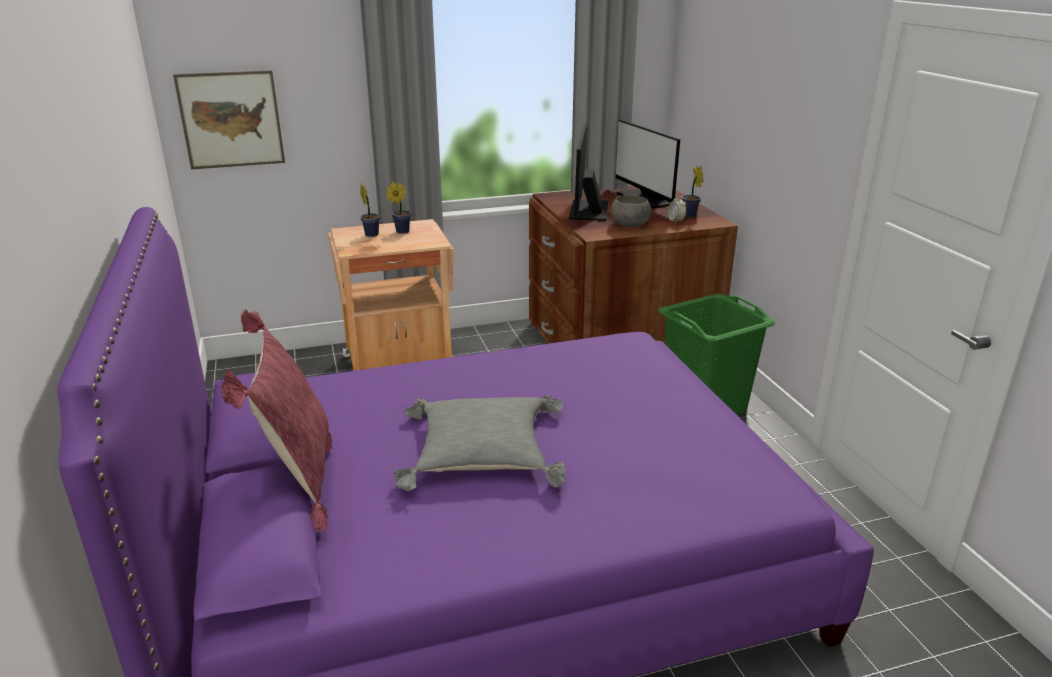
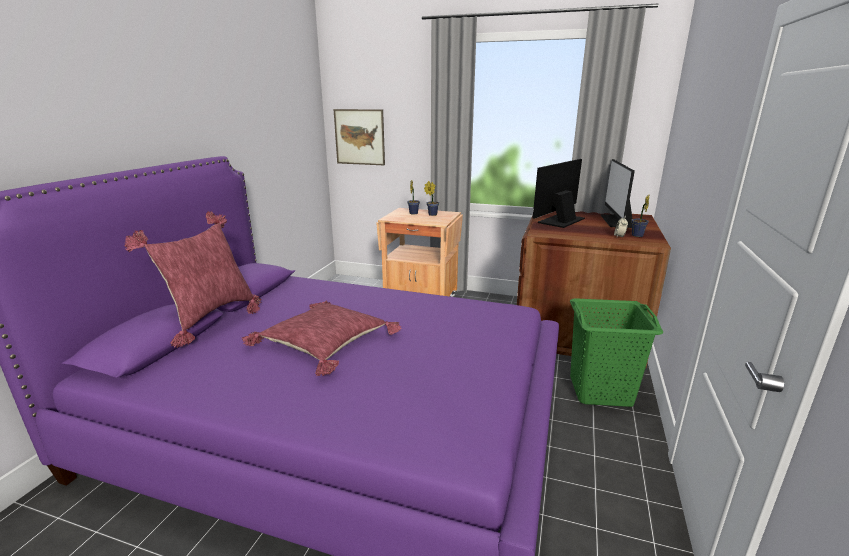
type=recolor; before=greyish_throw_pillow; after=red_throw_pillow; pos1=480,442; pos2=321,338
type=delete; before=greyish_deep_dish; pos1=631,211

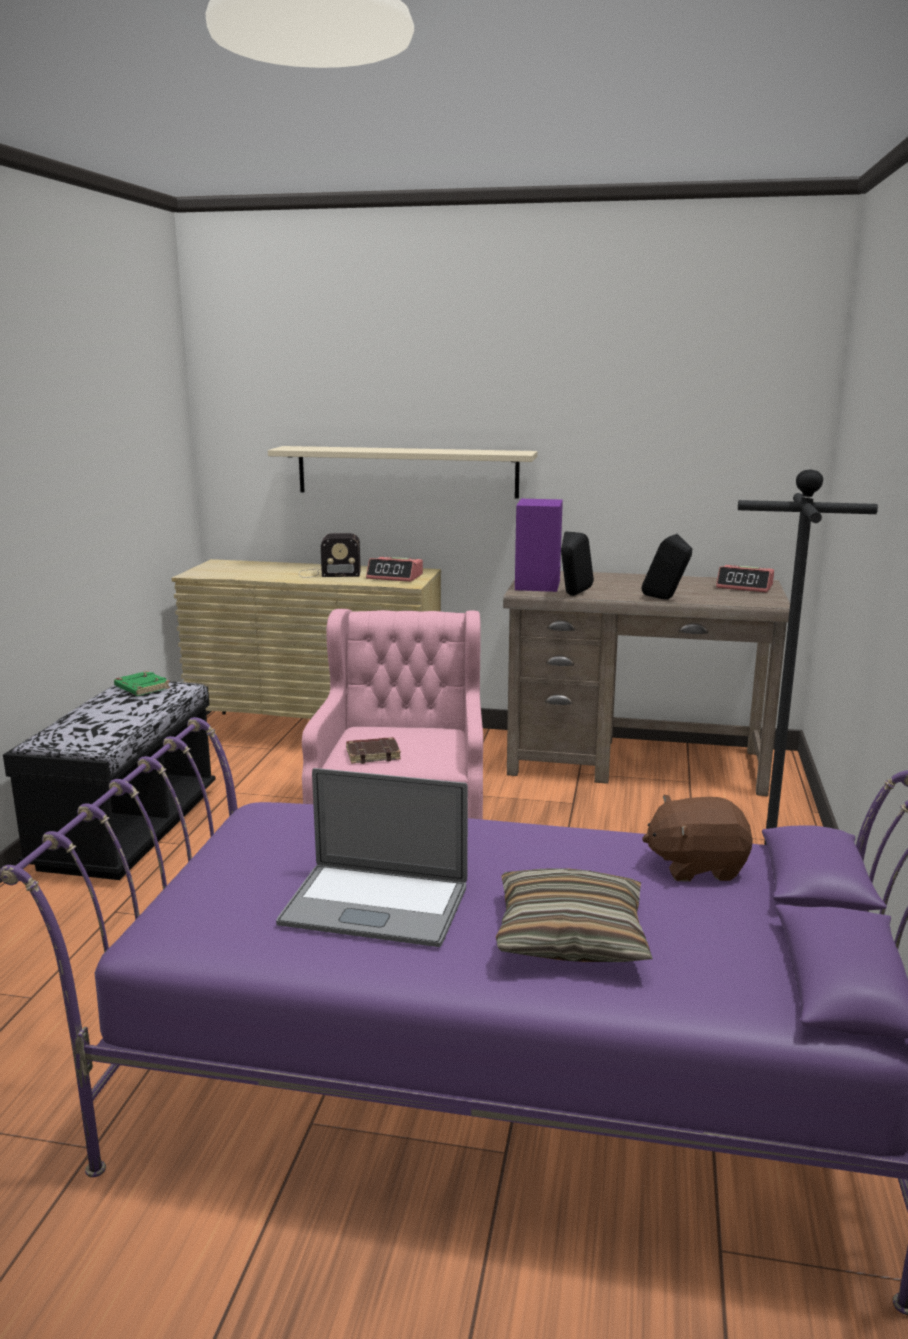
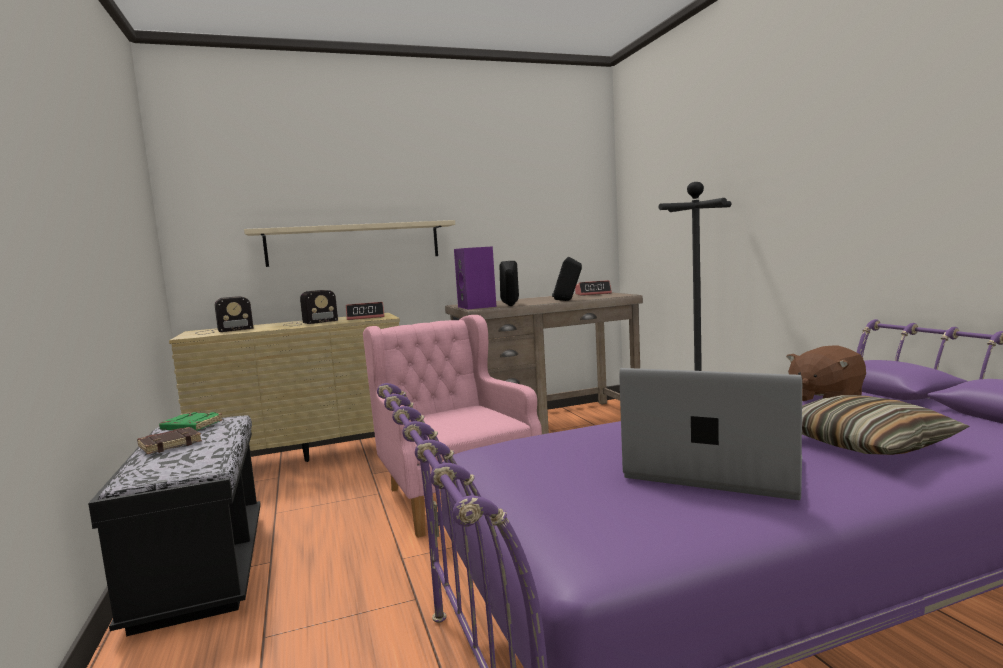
type=move; before=brownish_bound_book; pos1=373,750; pos2=169,440
type=insert; after=radio; pos2=224,315
type=rotate; before=laptop; pos1=372,857; pos2=710,434; turn=-135

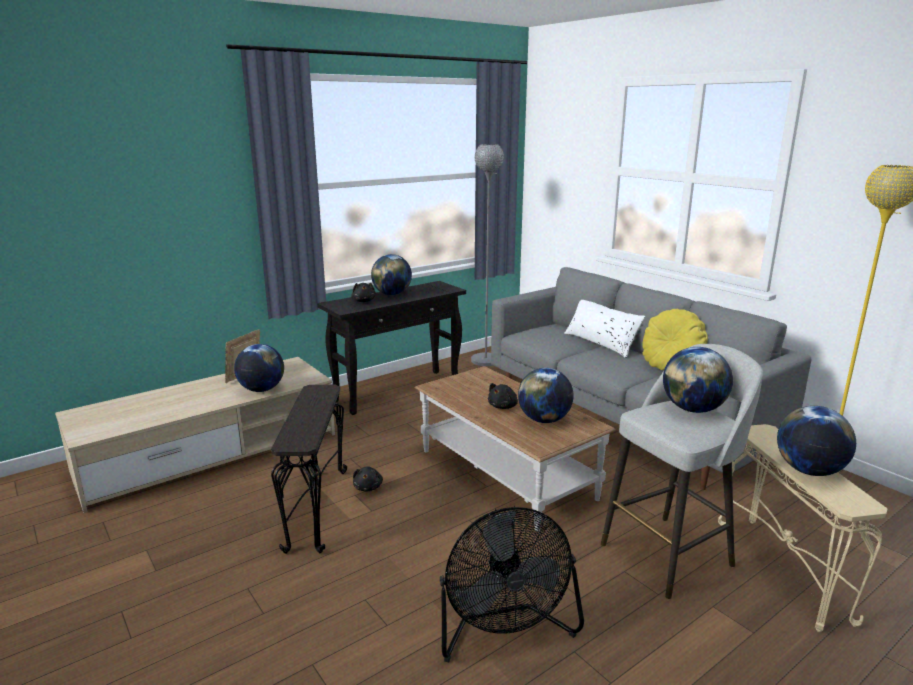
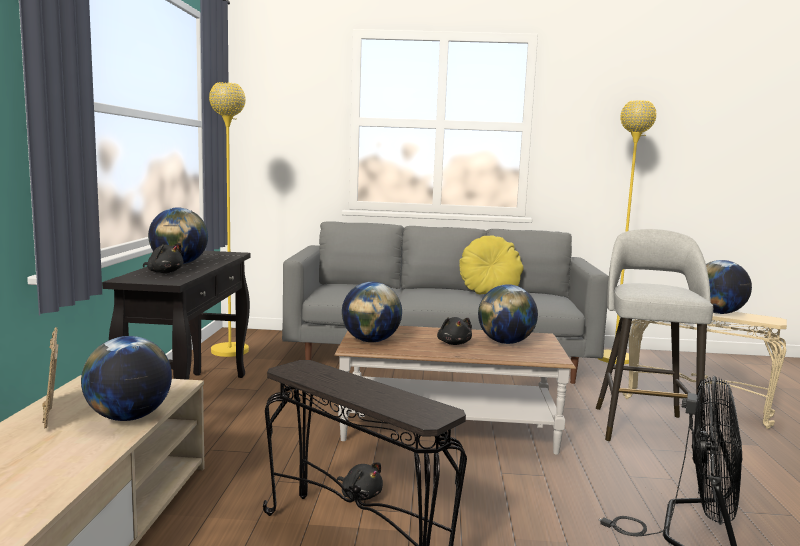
type=recolor; before=greyish_standing_lamp; after=yellow-coloured_standing_lamp; pos1=487,255; pos2=229,219
type=move; before=globe; pos1=698,380; pos2=372,312
type=delete; before=white_throw_pillow; pos1=604,329

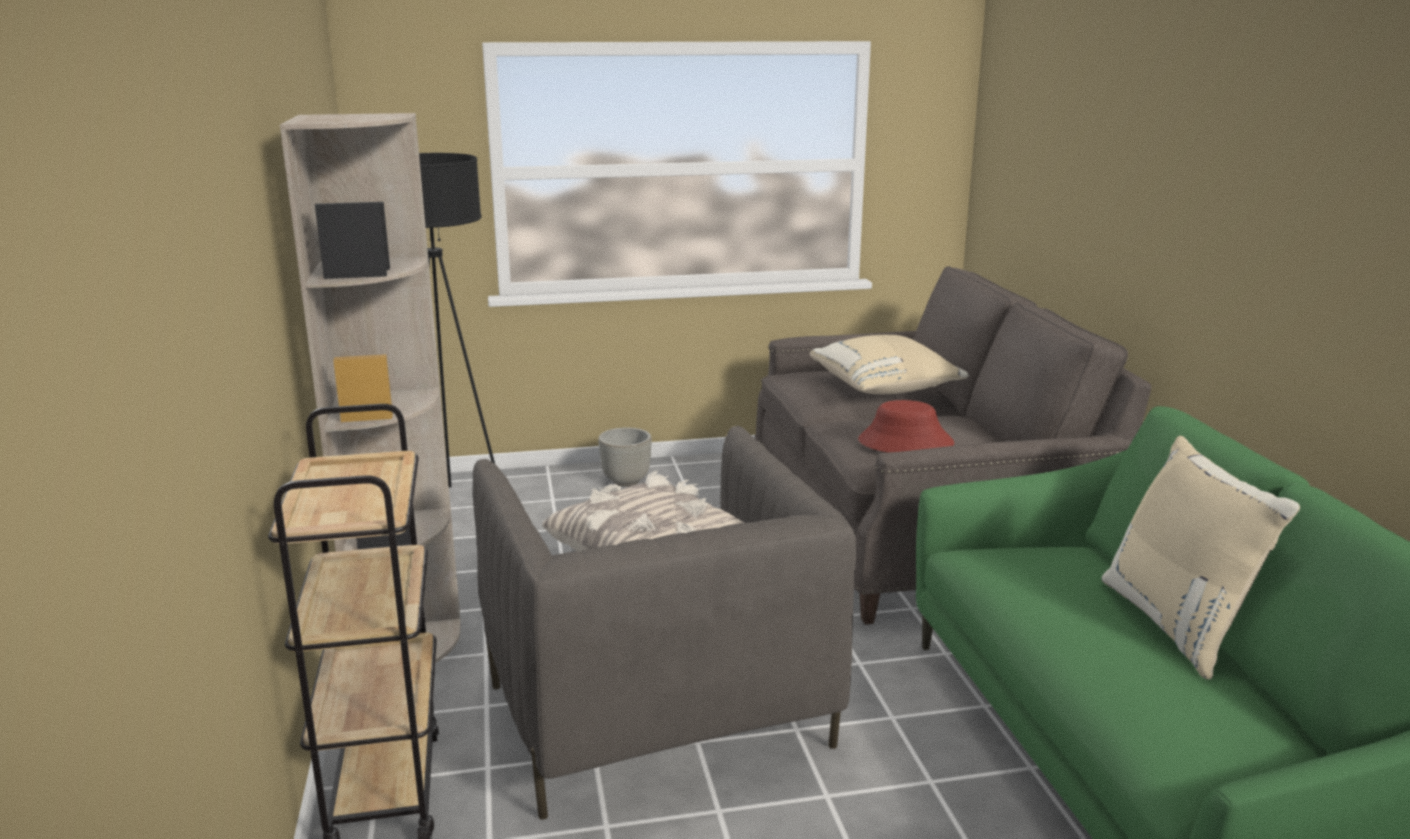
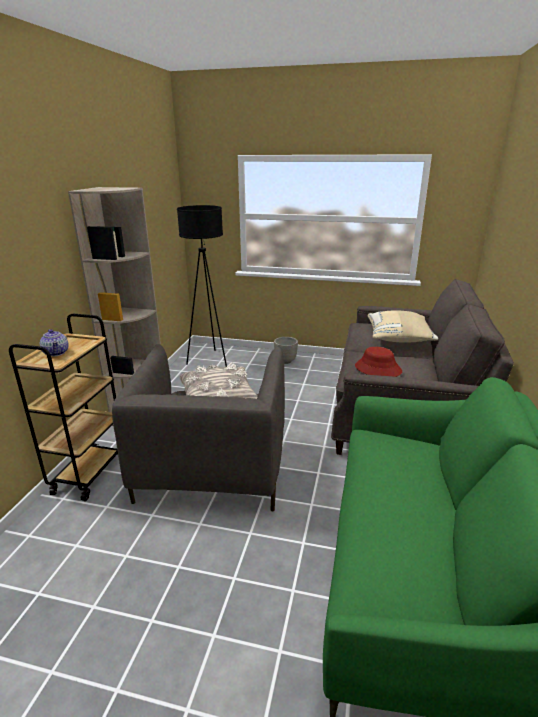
type=insert; after=teapot; pos2=54,343
type=delete; before=beige-coloured_throw_pillow; pos1=1200,558

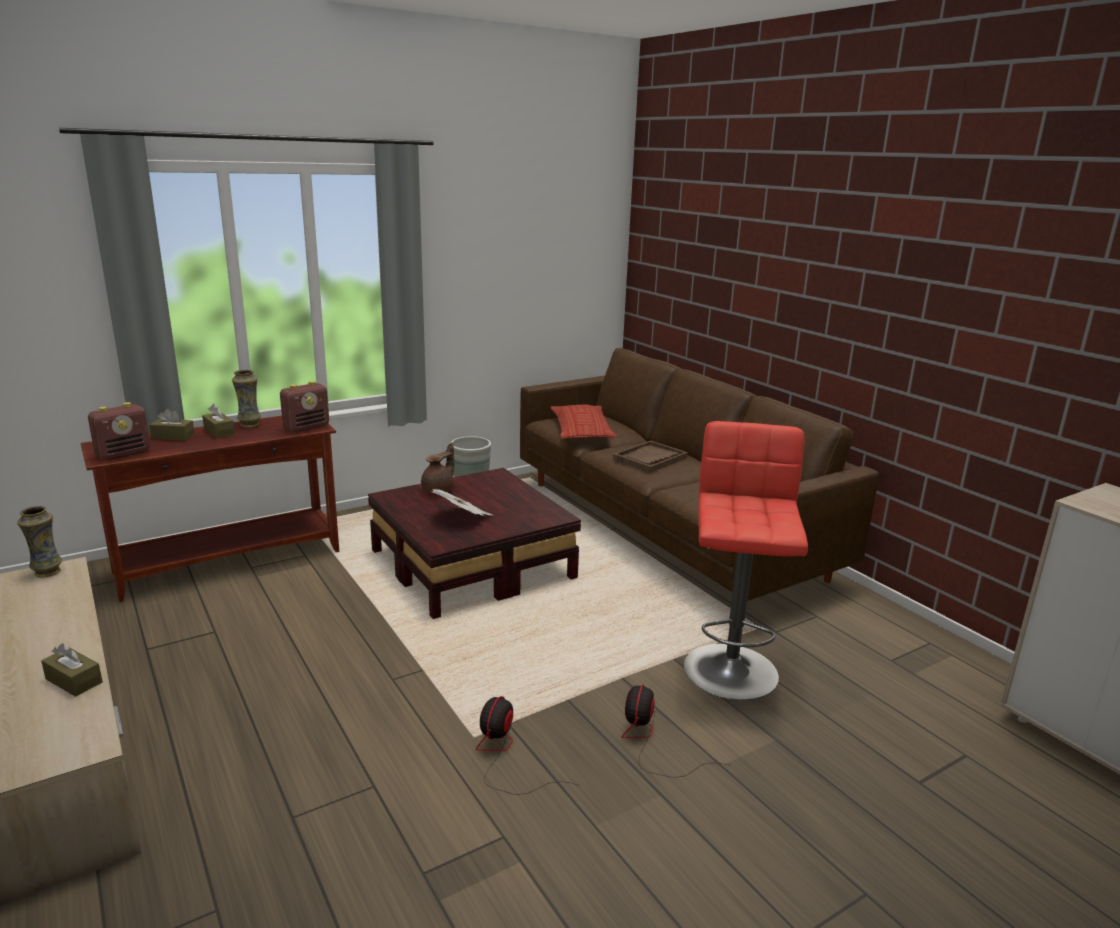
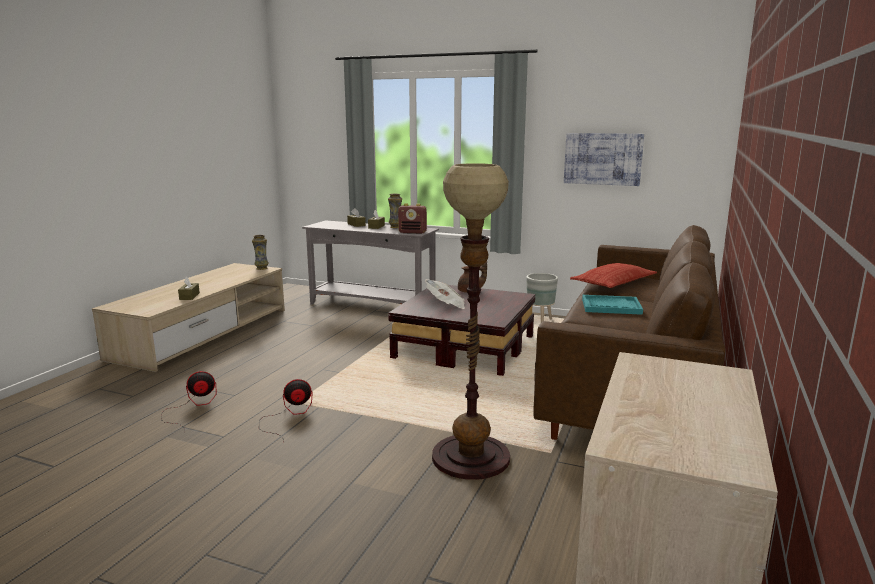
type=move; before=electric_fan; pos1=675,731; pos2=189,401
type=recolor; before=brownish_console_table; after=greyish_console_table; pos1=210,509; pos2=370,262
type=replace; before=red_stool; after=standing_lamp; pos1=746,560; pos2=471,321
type=insert; after=wall_art; pos2=604,159
type=recolor; before=brownish_carrying_tray; after=blue-green_carrying_tray; pos1=650,457; pos2=612,305
type=delete; before=radio; pos1=119,431

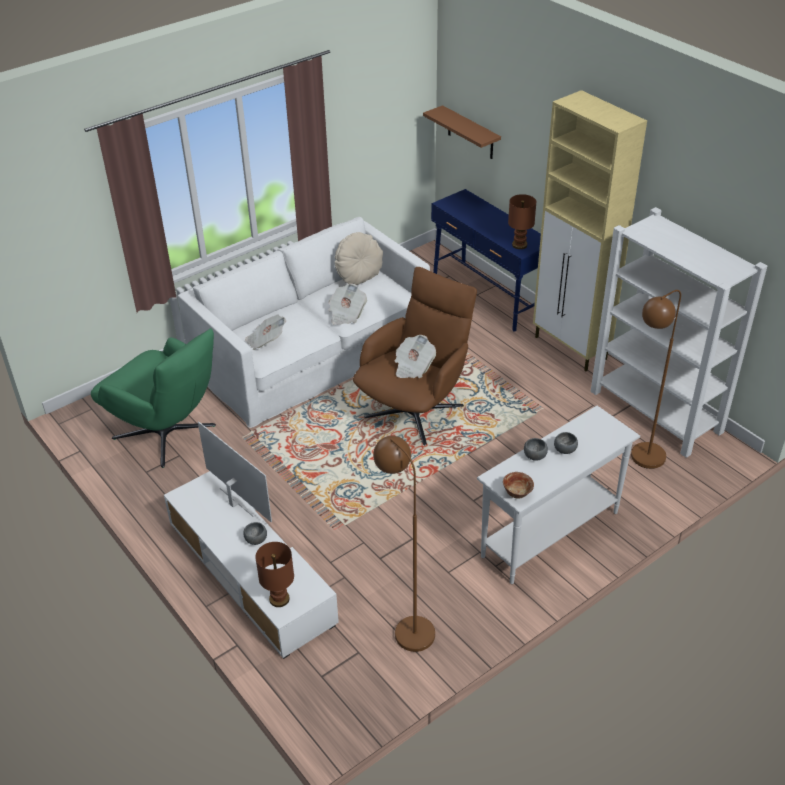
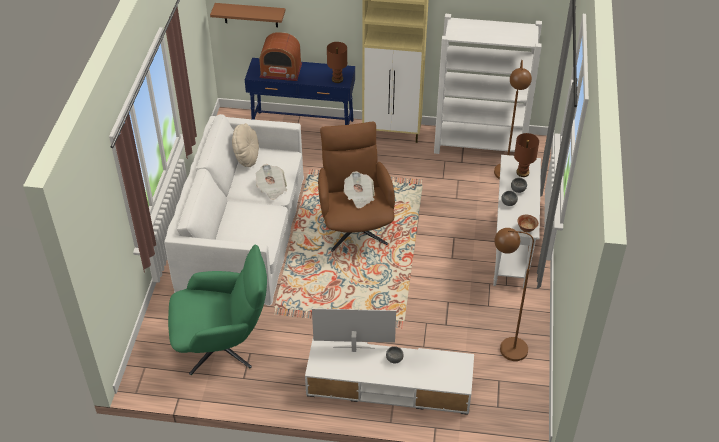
type=insert; after=radio; pos2=280,56
type=move; before=brownish_lamp_for_a_table; pos1=274,574; pos2=526,155
type=delete; before=newspaper; pos1=265,332

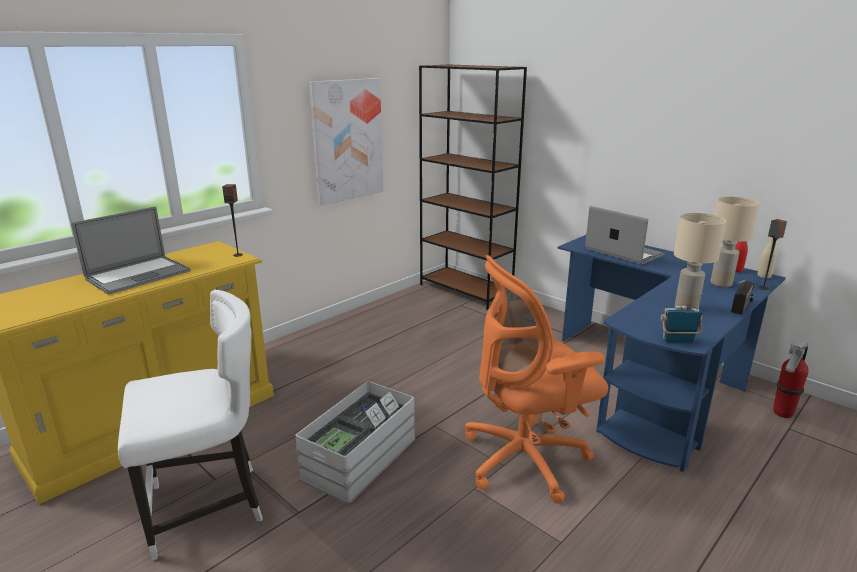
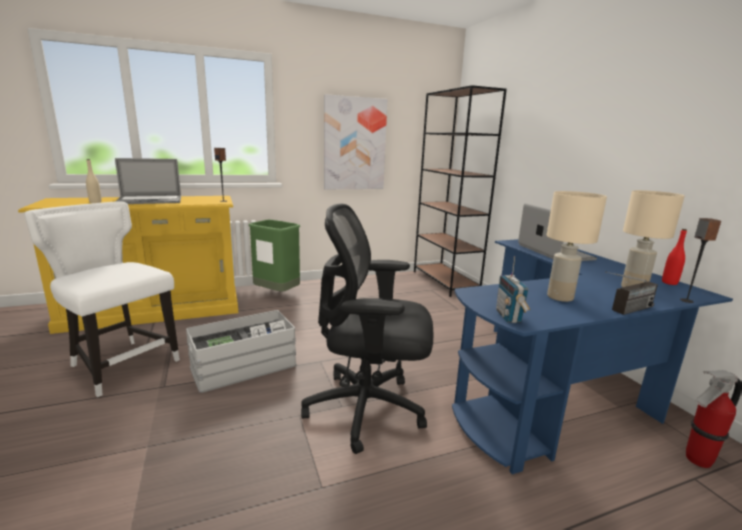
type=rotate; before=white_chair; pos1=190,425; pos2=102,299; turn=-150
type=move; before=beige-coloured_drink_bottle; pos1=767,257; pos2=94,181
type=insert; after=greenish_rubbish_bin; pos2=274,256
type=recolor; before=orangey_office_chair; after=black-coloured_office_chair; pos1=536,379; pos2=367,329
type=rotate; before=radio; pos1=681,318; pos2=513,289; turn=-120

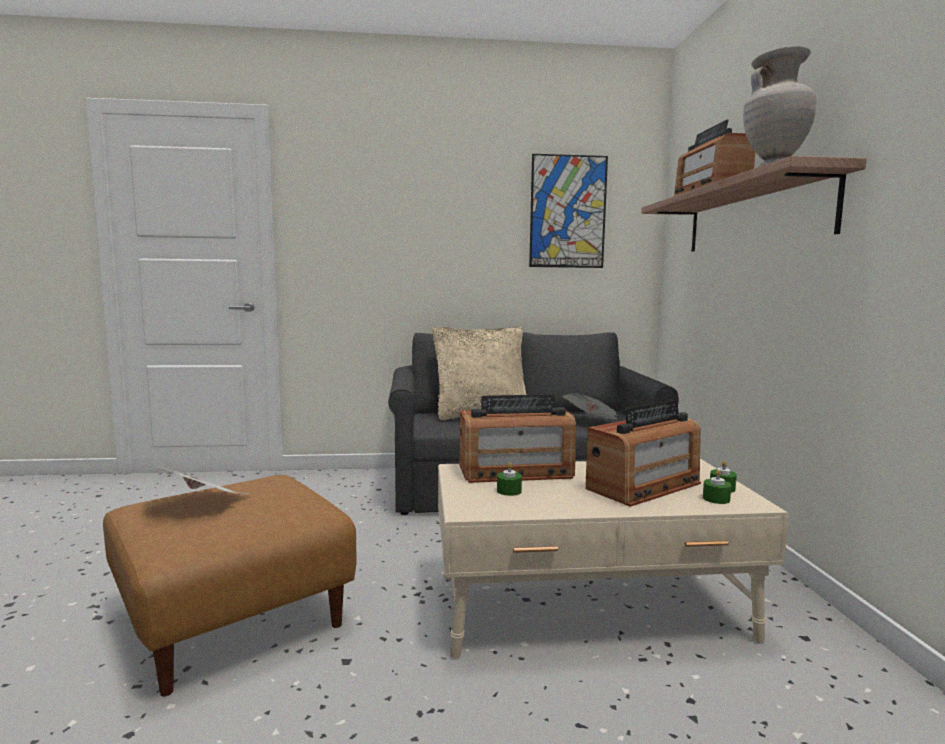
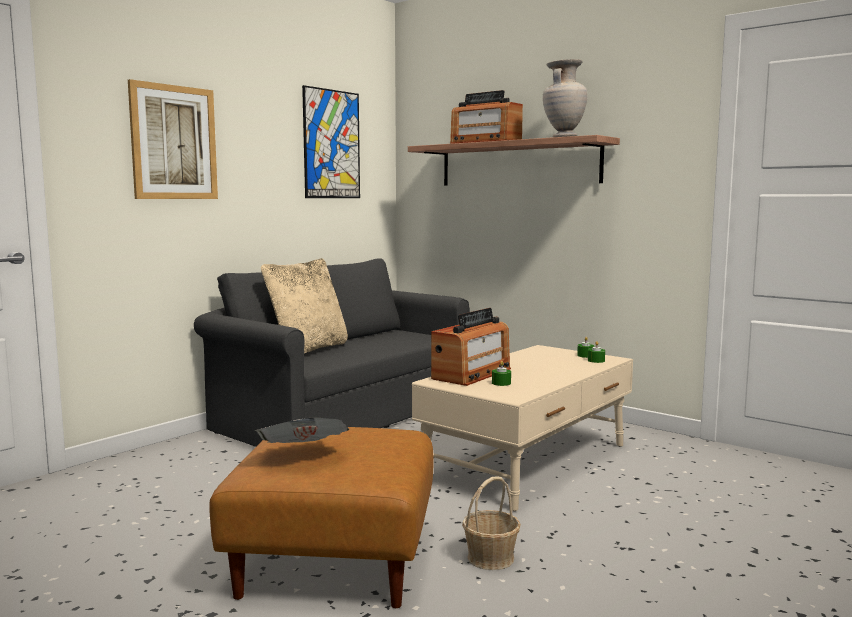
type=insert; after=wall_art; pos2=173,139
type=insert; after=storage_basket; pos2=491,523
type=delete; before=newspaper; pos1=590,406
type=delete; before=radio; pos1=643,453

